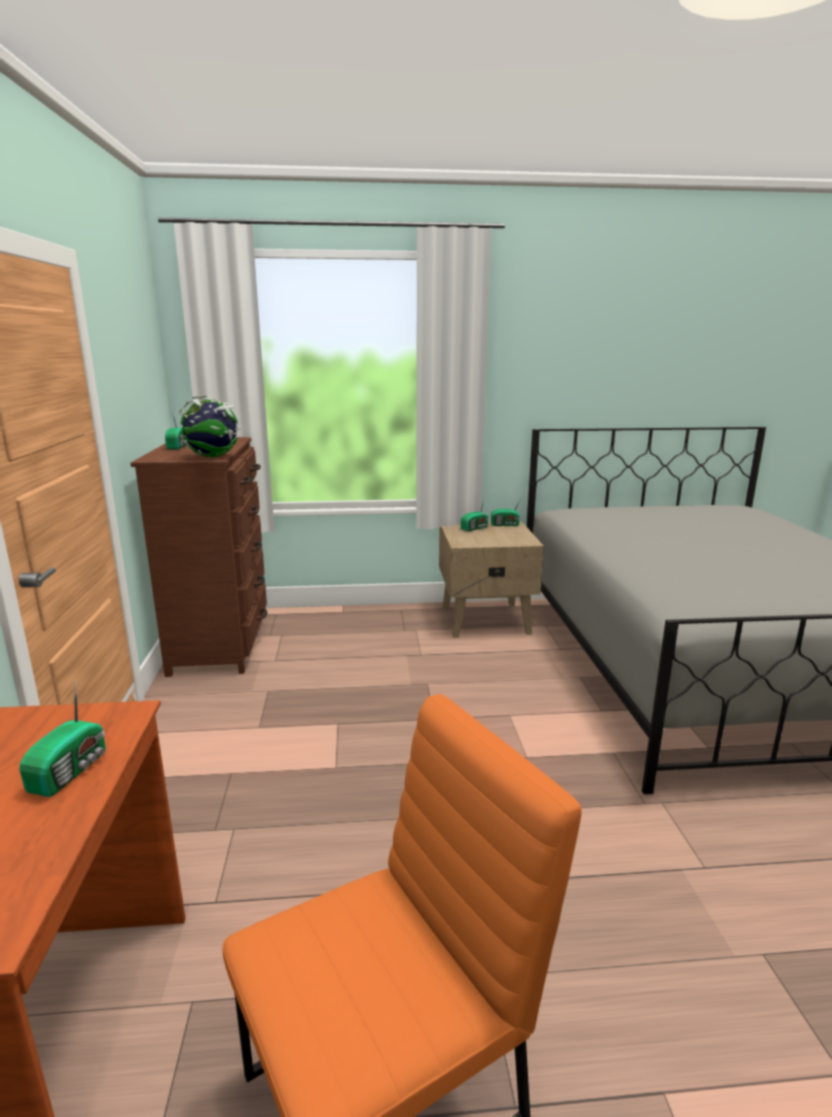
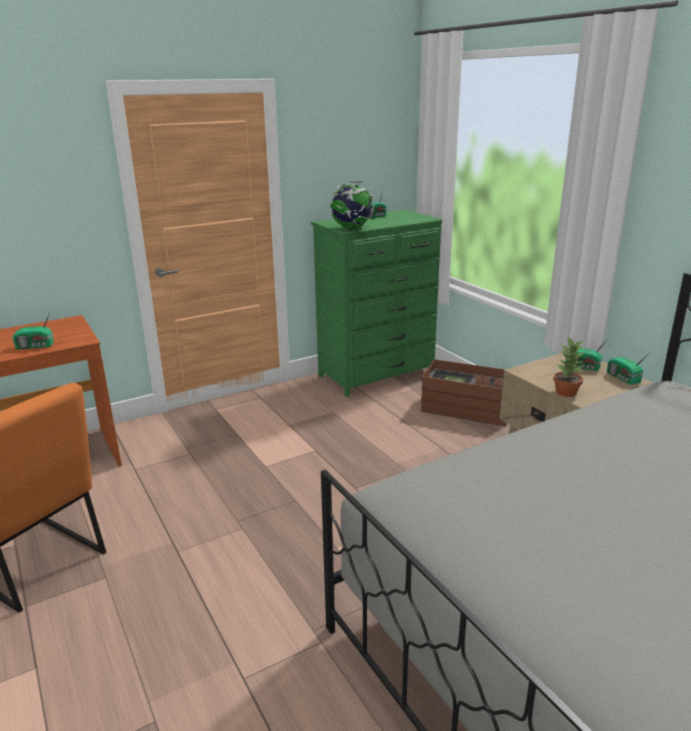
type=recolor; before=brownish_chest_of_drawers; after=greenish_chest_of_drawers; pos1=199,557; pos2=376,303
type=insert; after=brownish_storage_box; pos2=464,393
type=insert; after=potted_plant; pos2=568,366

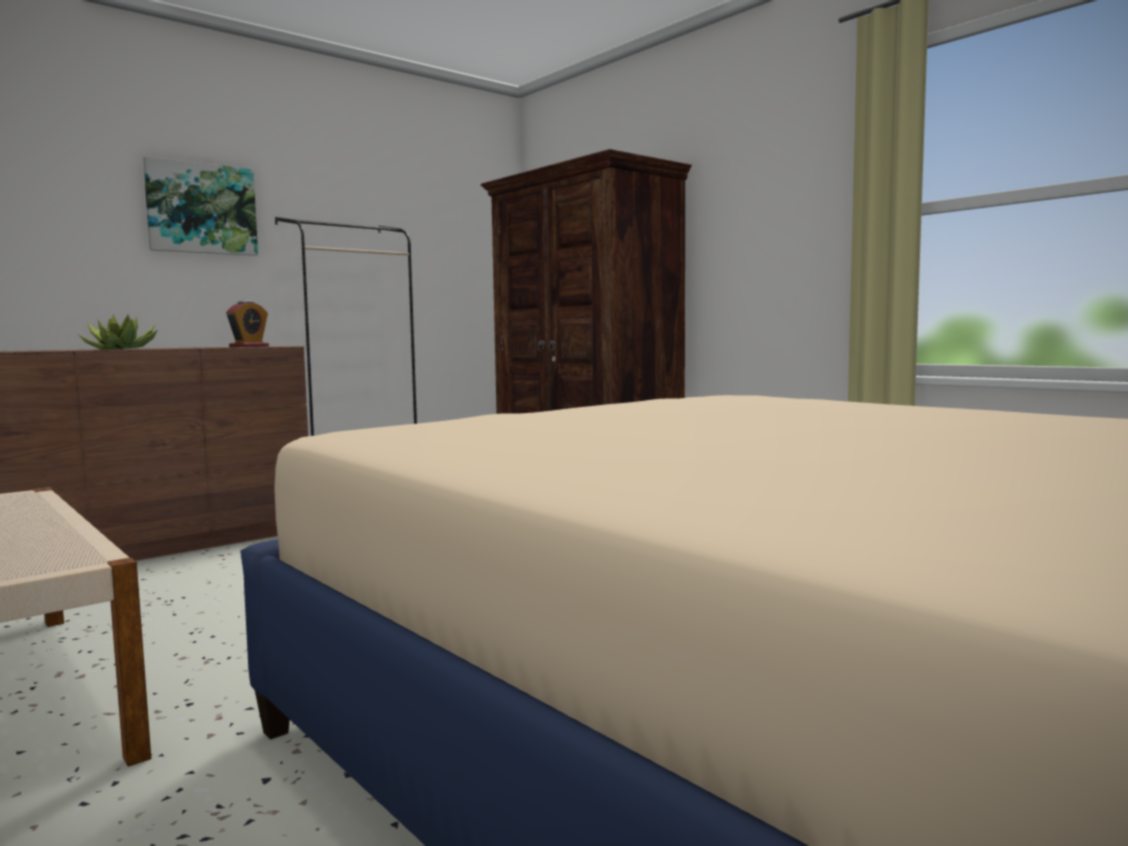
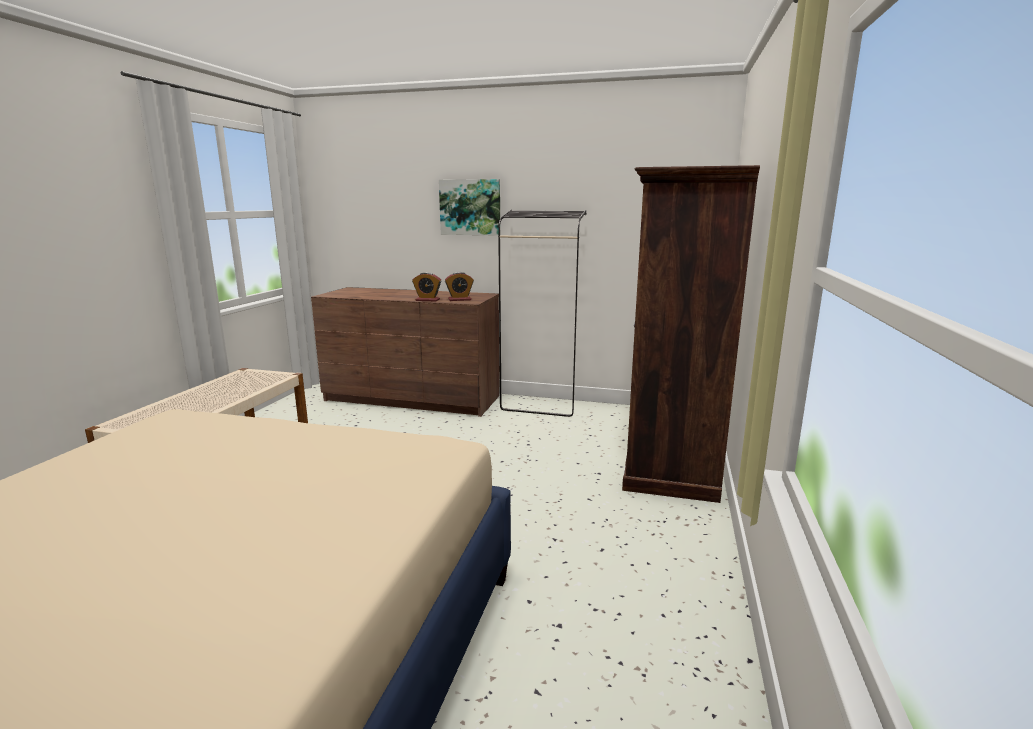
type=insert; after=bedside_clock; pos2=426,286
type=delete; before=potted_plant; pos1=118,332

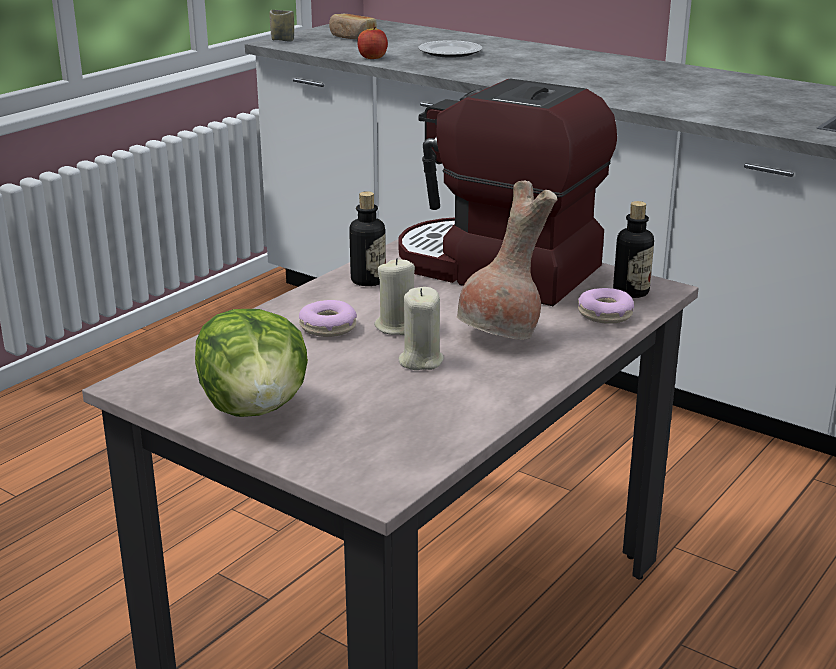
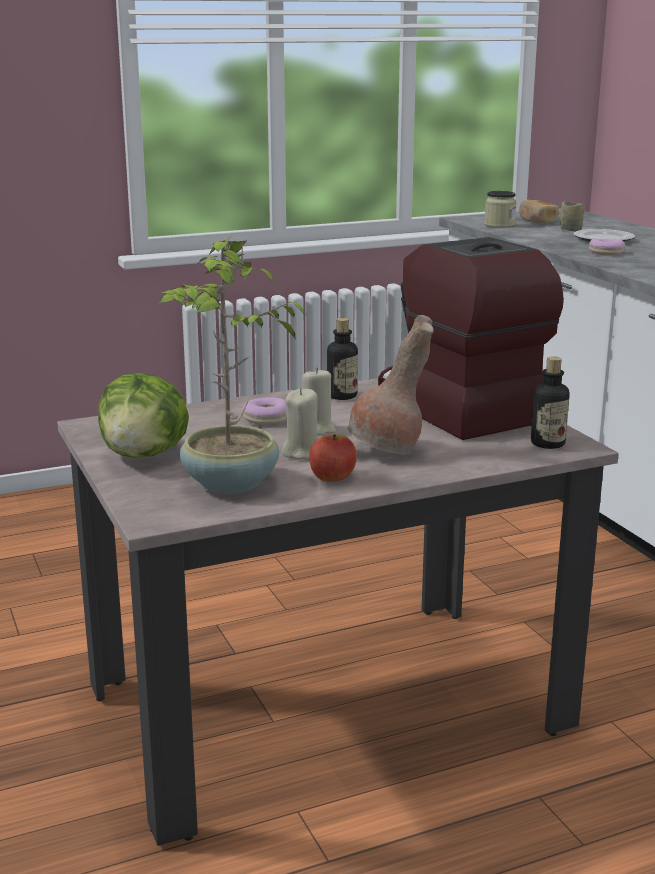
type=insert; after=potted_plant; pos2=232,365
type=move; before=apple_fruit; pos1=372,42; pos2=333,458
type=insert; after=storage_jar; pos2=500,209
type=move; before=cup; pos1=282,25; pos2=572,216
type=move; before=ring_doughnut; pos1=606,306; pos2=607,246

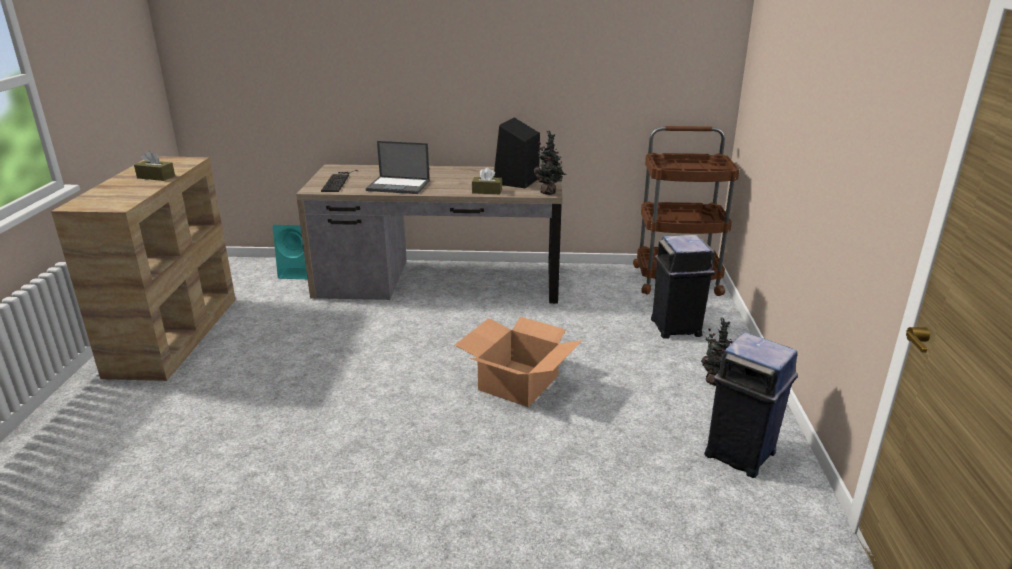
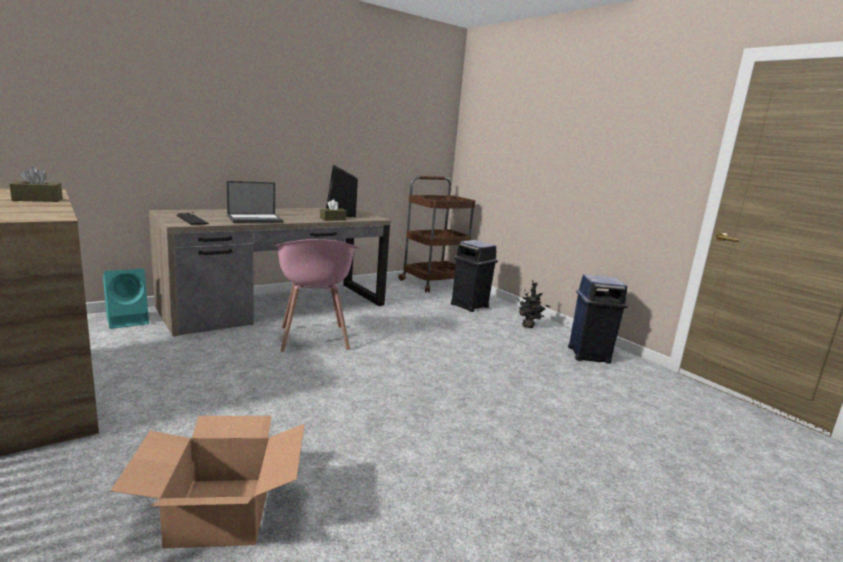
type=move; before=cardboard_box; pos1=519,362; pos2=208,482
type=insert; after=pinkish_chair; pos2=317,295
type=delete; before=potted_plant; pos1=550,163

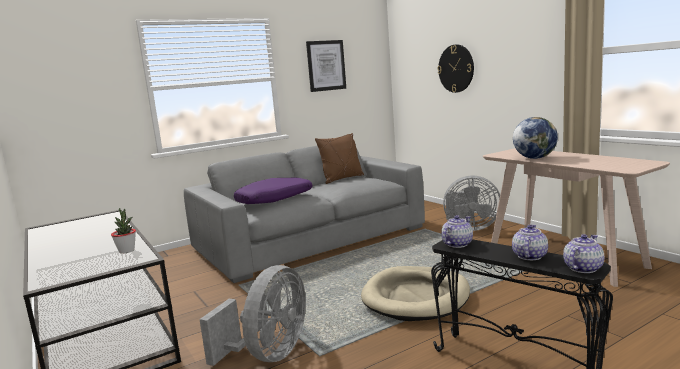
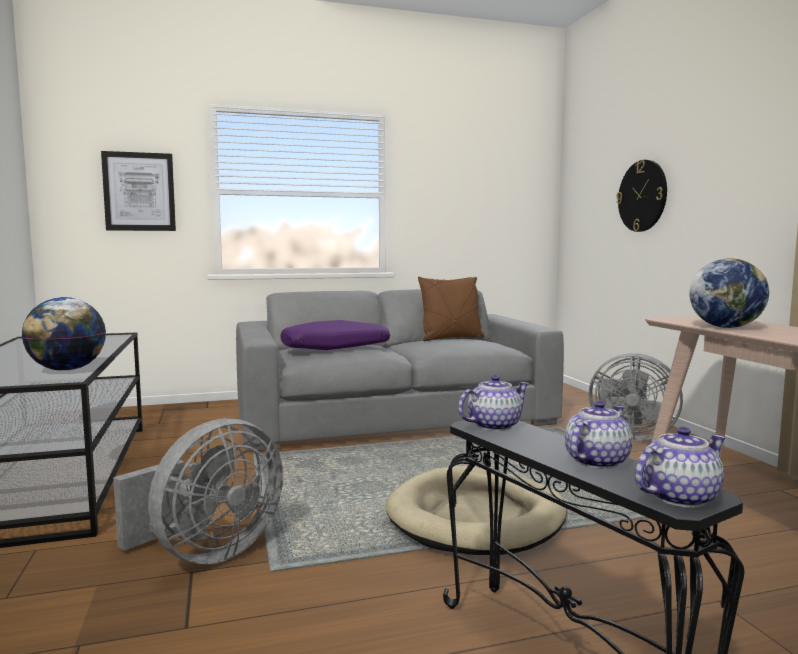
type=replace; before=potted_plant; after=globe; pos1=123,231; pos2=64,334
type=move; before=wall_art; pos1=326,66; pos2=138,191

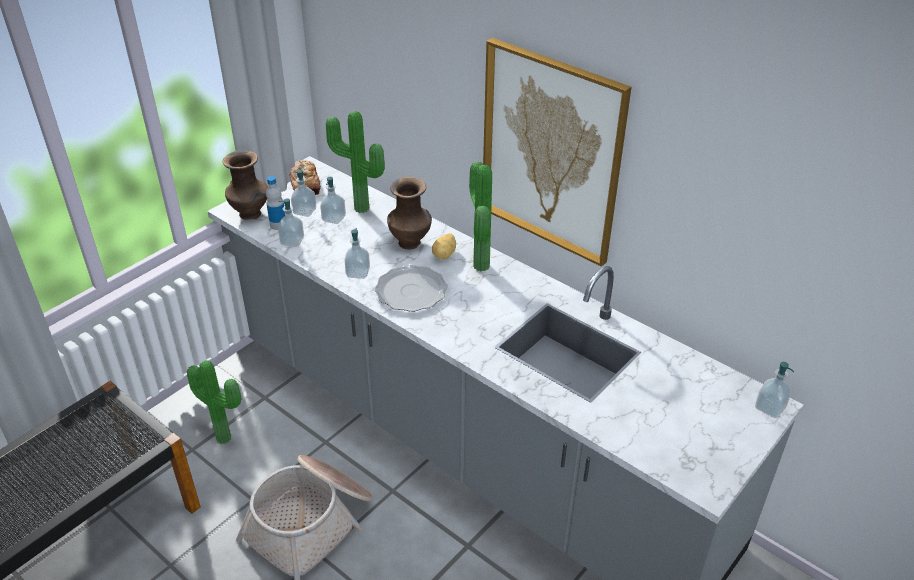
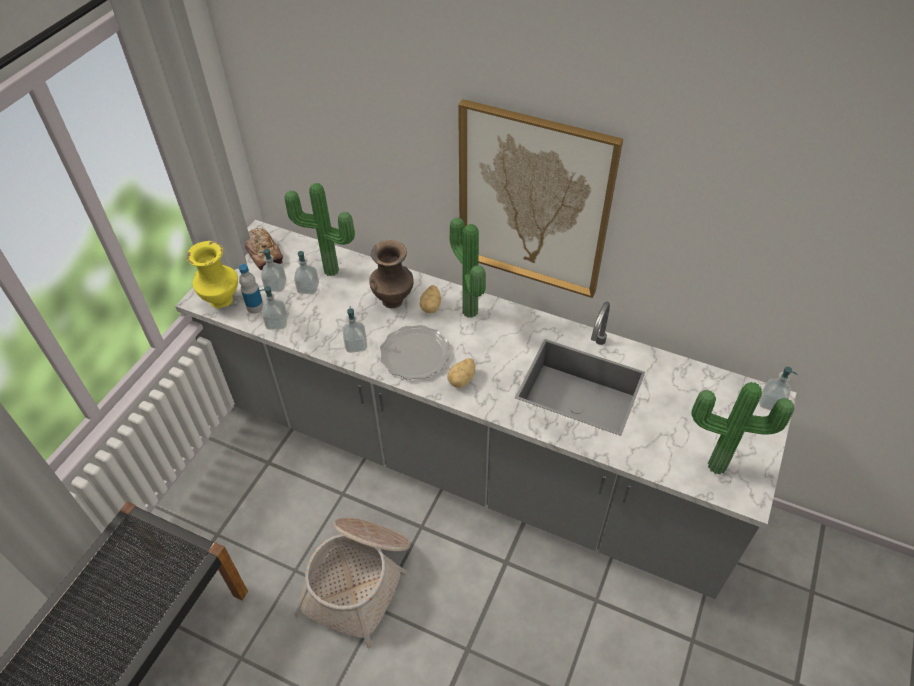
type=recolor; before=brownish_vase; after=yellow-coloured_vase; pos1=245,185; pos2=212,274
type=insert; after=spud; pos2=461,373
type=move; before=potted_plant; pos1=214,402; pos2=743,428

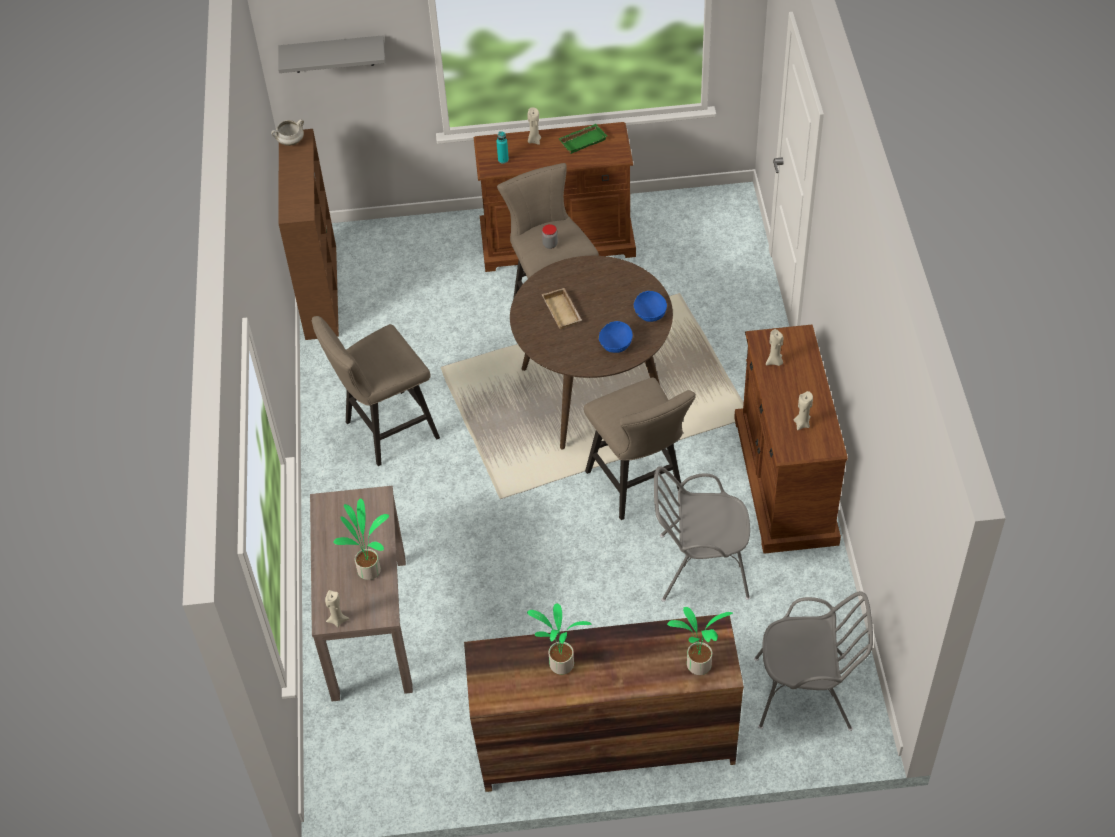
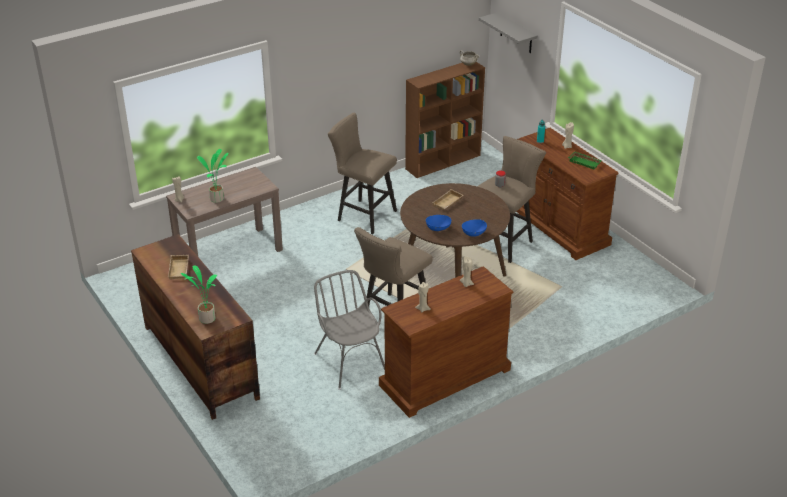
type=replace; before=potted_plant; after=beige-coloured_carrying_tray; pos1=559,639; pos2=178,267
type=delete; before=greyish_chair; pos1=813,661

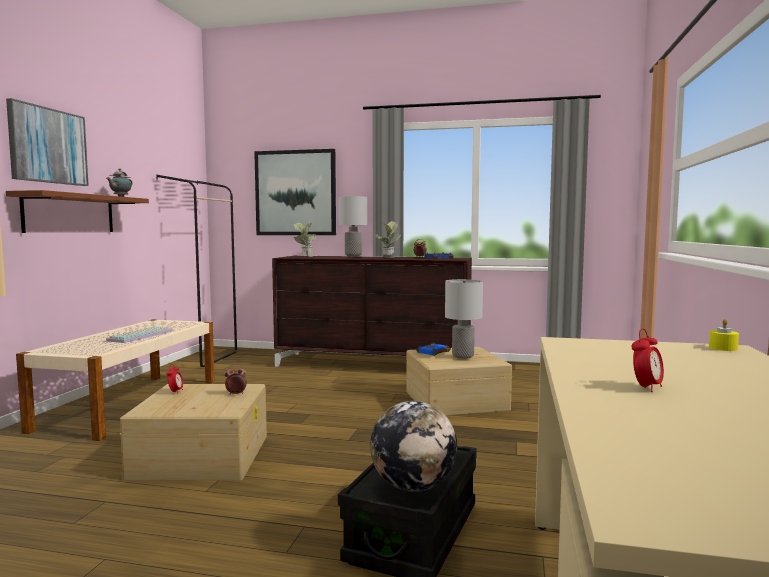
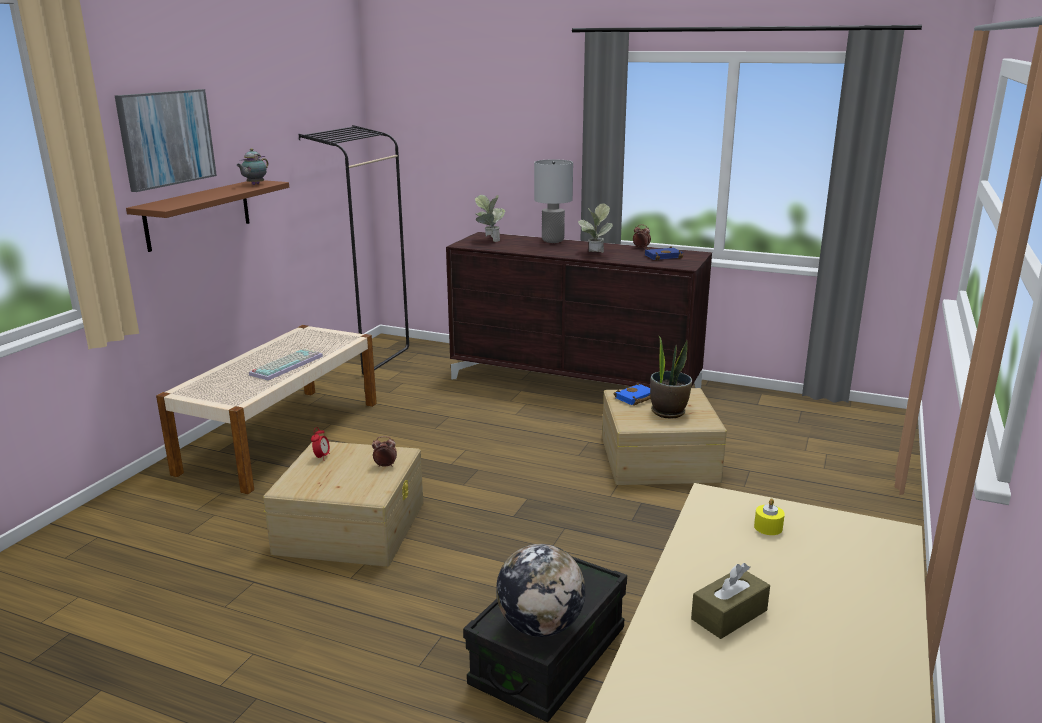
type=replace; before=greyish_lamp_for_a_table; after=potted_plant; pos1=464,319; pos2=671,377
type=replace; before=bedside_clock; after=brownish_box_of_tissues; pos1=648,360; pos2=730,601
type=move; before=yellow-coloured_wax_candle; pos1=724,335; pos2=769,517
type=delete; before=wall_art; pos1=295,192

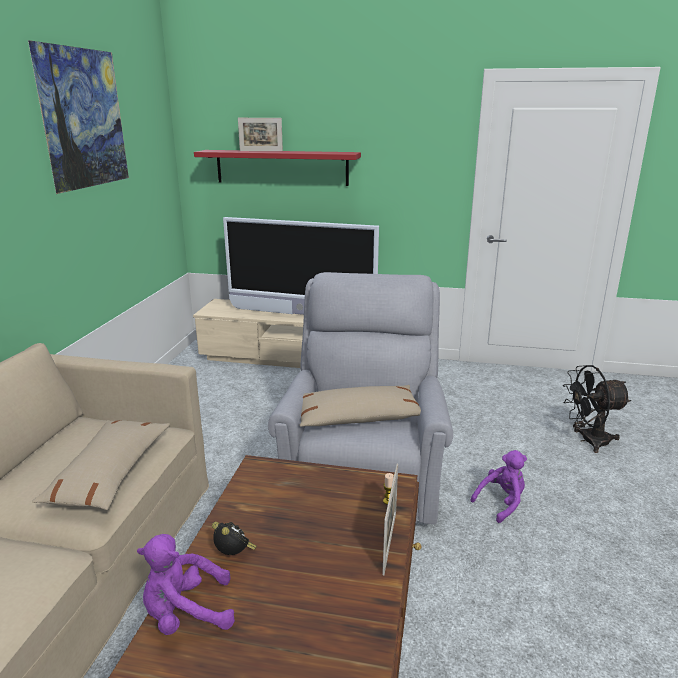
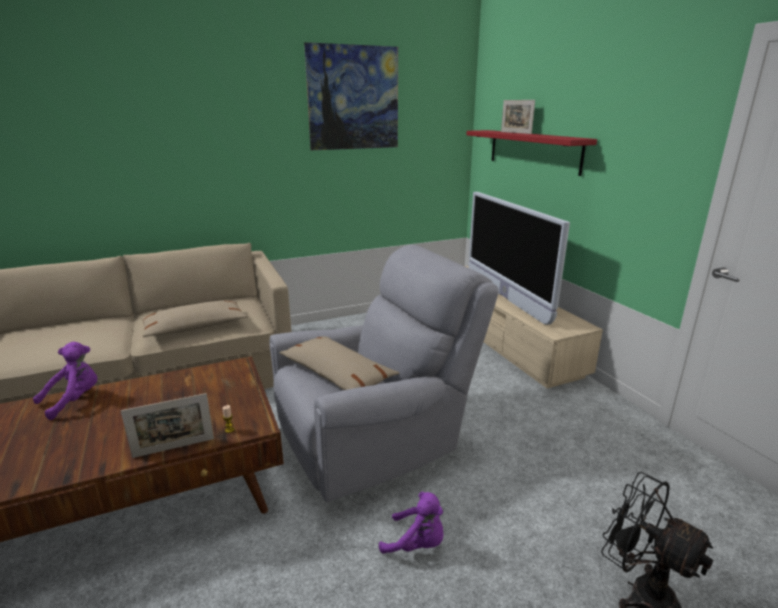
type=rotate; before=purple_cuddly_toy; pos1=186,584; pos2=65,381; turn=90
type=delete; before=bedside_clock; pos1=234,538

